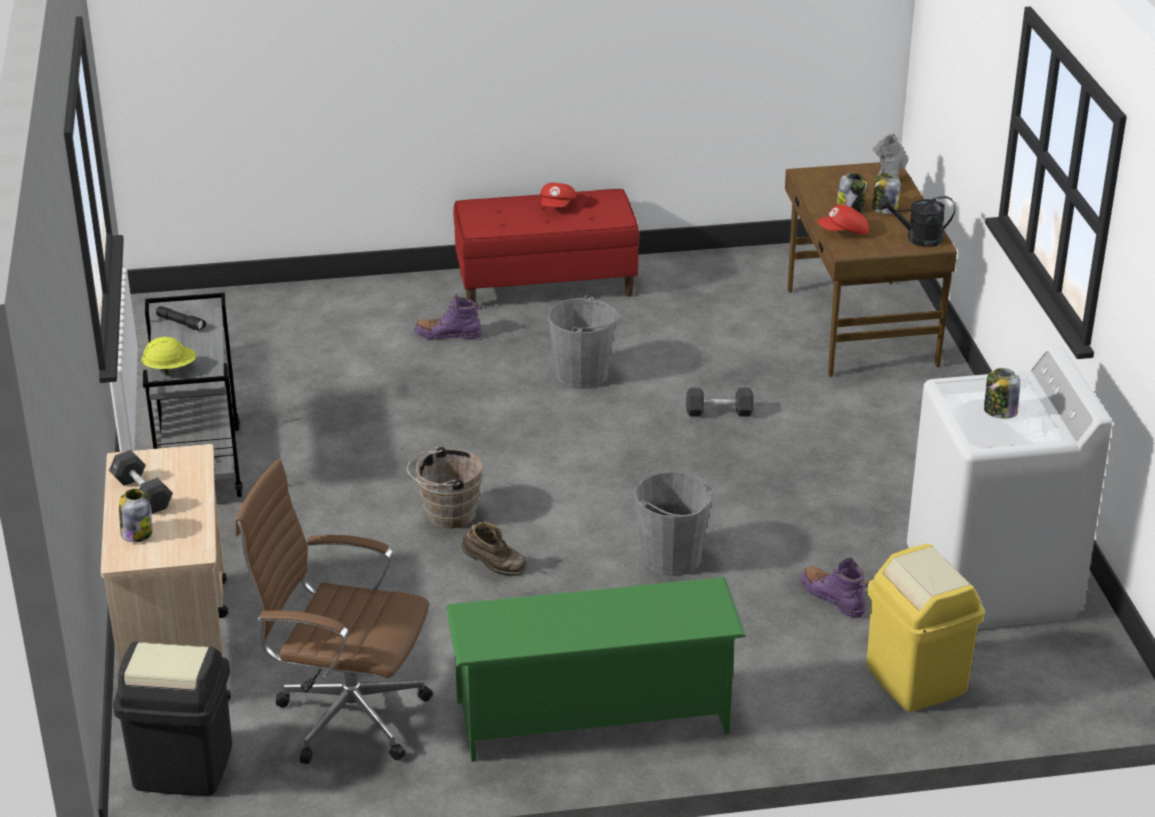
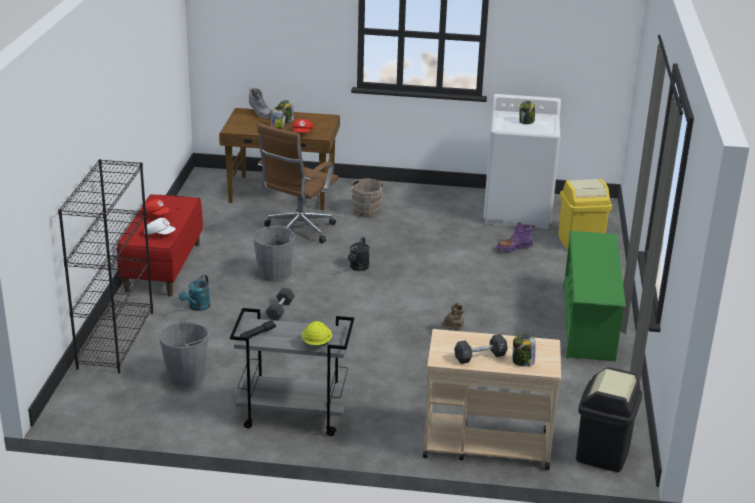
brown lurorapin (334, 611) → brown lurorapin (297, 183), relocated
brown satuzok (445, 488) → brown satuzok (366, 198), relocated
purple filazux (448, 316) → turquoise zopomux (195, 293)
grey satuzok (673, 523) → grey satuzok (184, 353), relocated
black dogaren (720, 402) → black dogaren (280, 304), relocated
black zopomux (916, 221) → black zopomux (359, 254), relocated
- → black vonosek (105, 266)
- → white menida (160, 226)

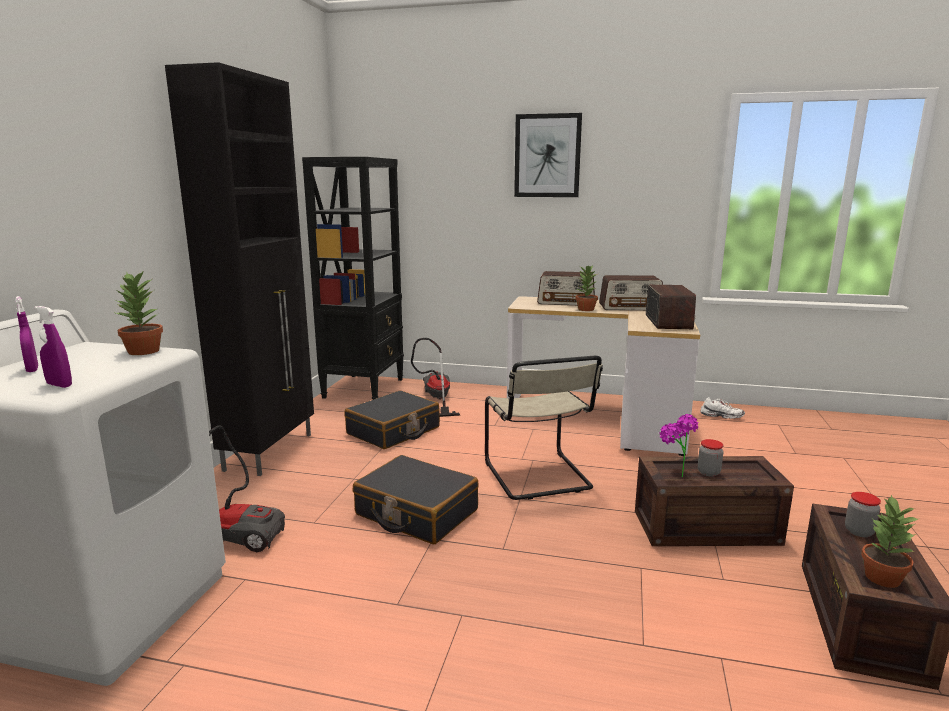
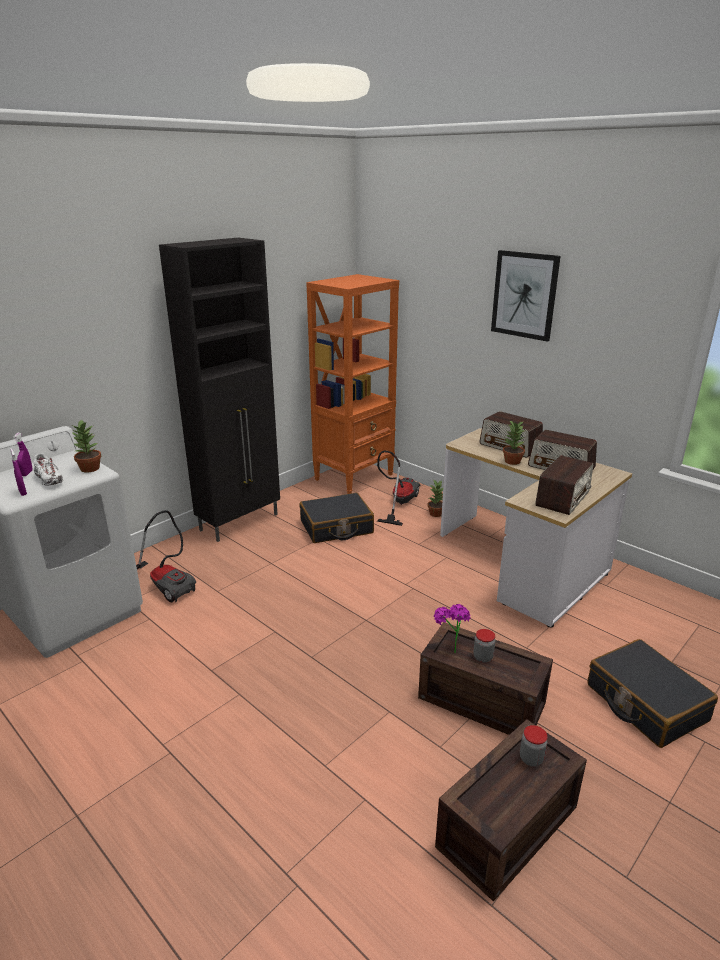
black vonosek (353, 278) → orange vonosek (352, 384)
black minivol (416, 499) → black minivol (652, 693), relocated
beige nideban (544, 428) → -
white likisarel (722, 408) → white likisarel (48, 469), relocated
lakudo (890, 541) → lakudo (435, 498), relocated

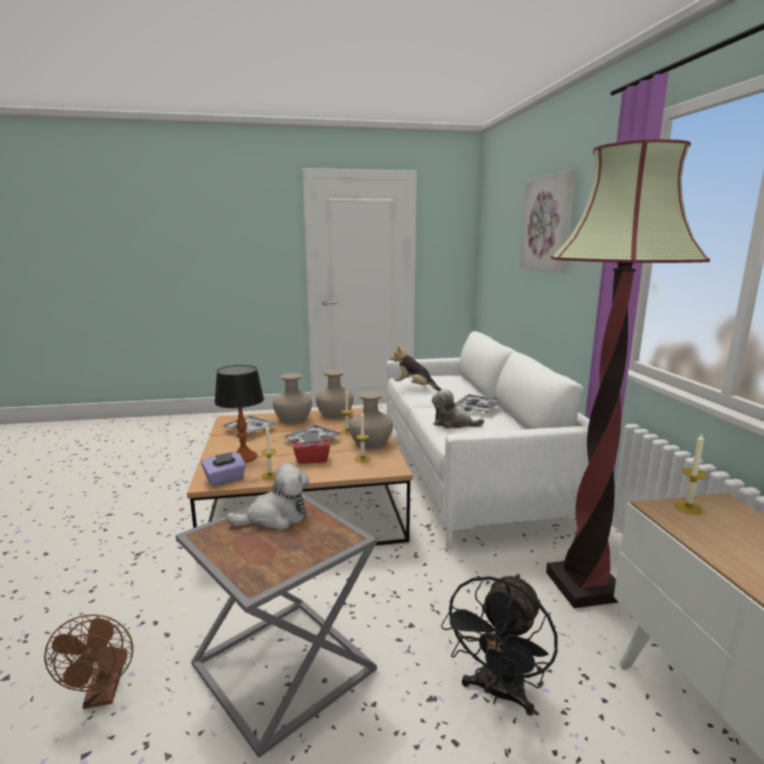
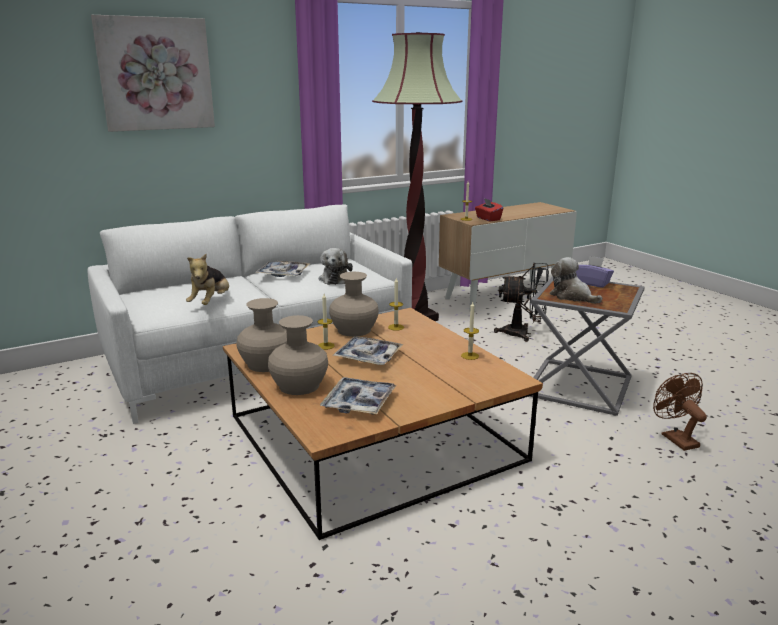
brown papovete (88, 662) → brown papovete (680, 412), 75 degrees counterclockwise
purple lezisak (223, 469) → purple lezisak (595, 272), relocated
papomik (239, 414) → -
red lezisak (311, 448) → red lezisak (489, 209), relocated

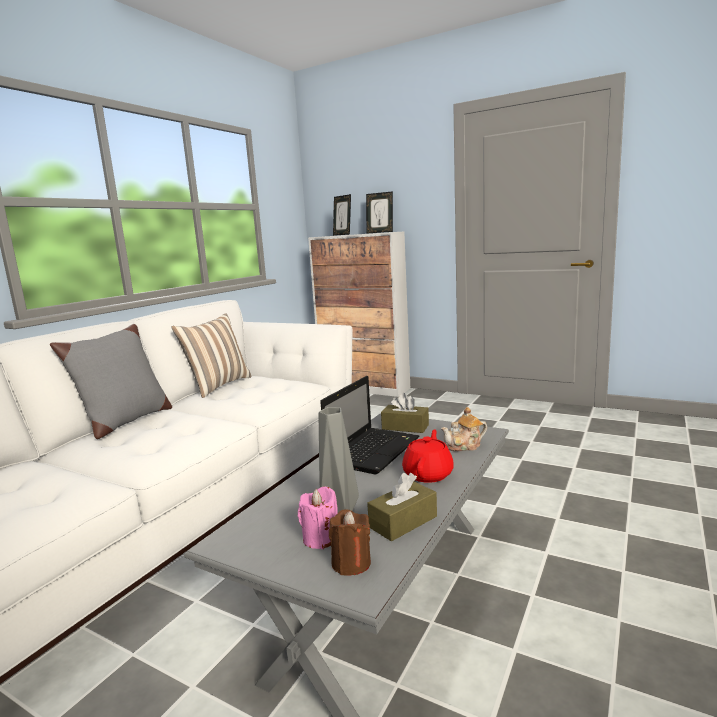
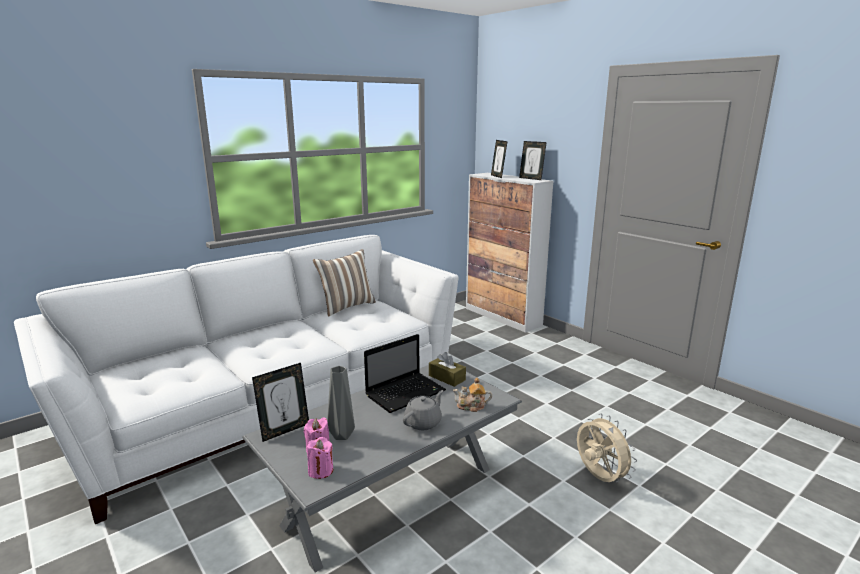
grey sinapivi (111, 381) → -
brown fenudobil (350, 542) → pink fenudobil (319, 458)
brown lezisak (402, 507) → -
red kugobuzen (428, 456) → grey kugobuzen (423, 410)
- → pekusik (280, 402)
- → beige papovete (607, 448)

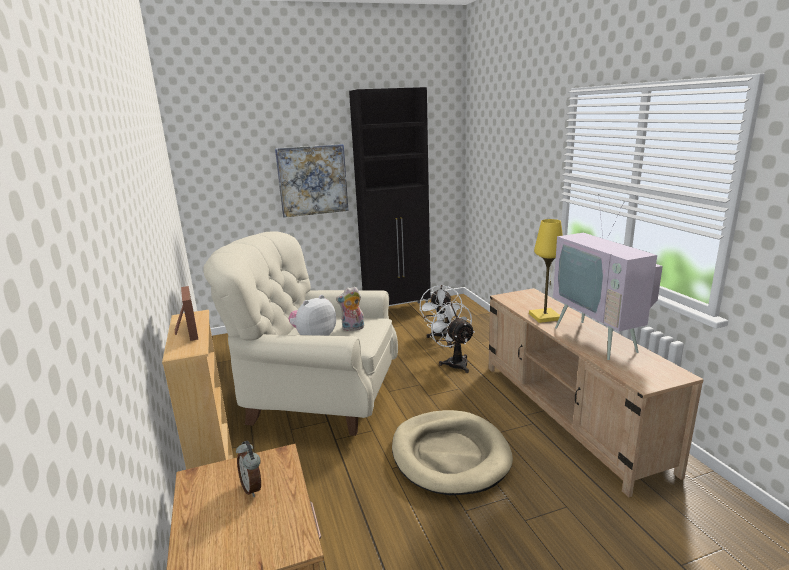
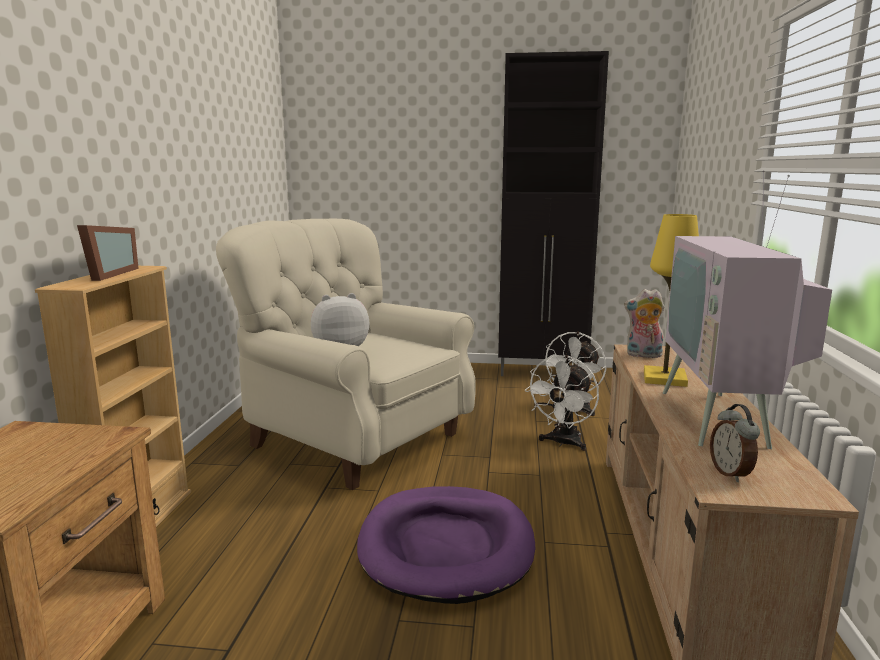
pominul (248, 469) → pominul (735, 443), relocated
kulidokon (311, 181) → -
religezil (350, 308) → religezil (644, 323), relocated
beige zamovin (452, 452) → purple zamovin (446, 545)
white papovete (451, 336) → white papovete (562, 403), 150 degrees counterclockwise

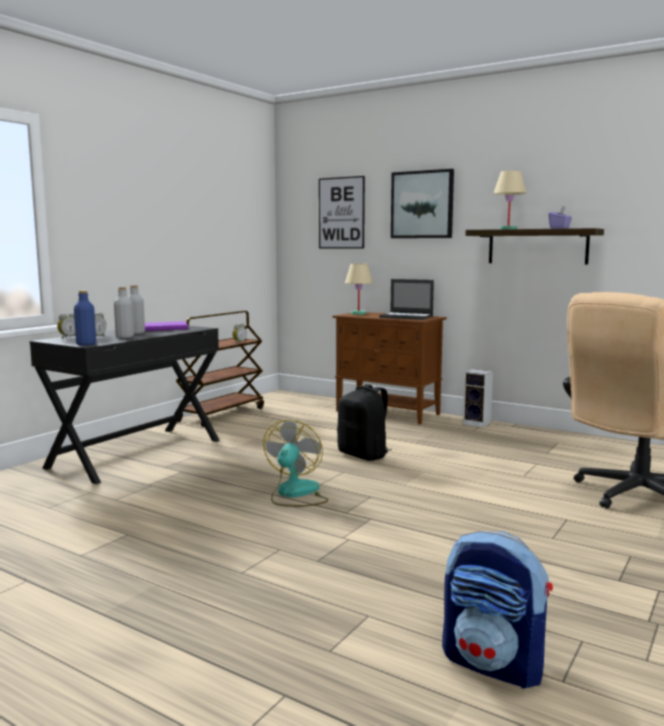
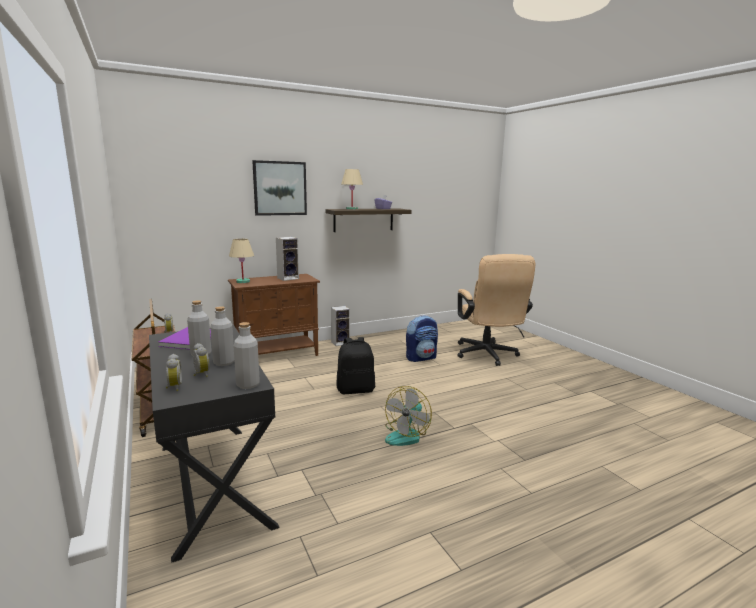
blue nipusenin (85, 318) → grey nipusenin (247, 355)
papovete (295, 463) → papovete (408, 416), 105 degrees counterclockwise
kulidokon (342, 212) → -
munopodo (406, 299) → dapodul (287, 259)
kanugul (497, 610) → kanugul (422, 338), relocated

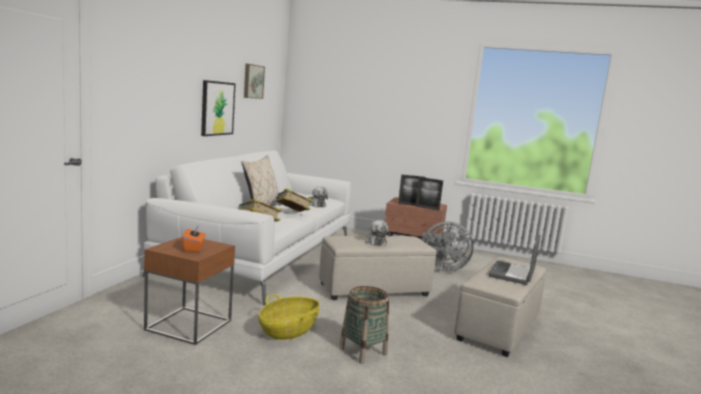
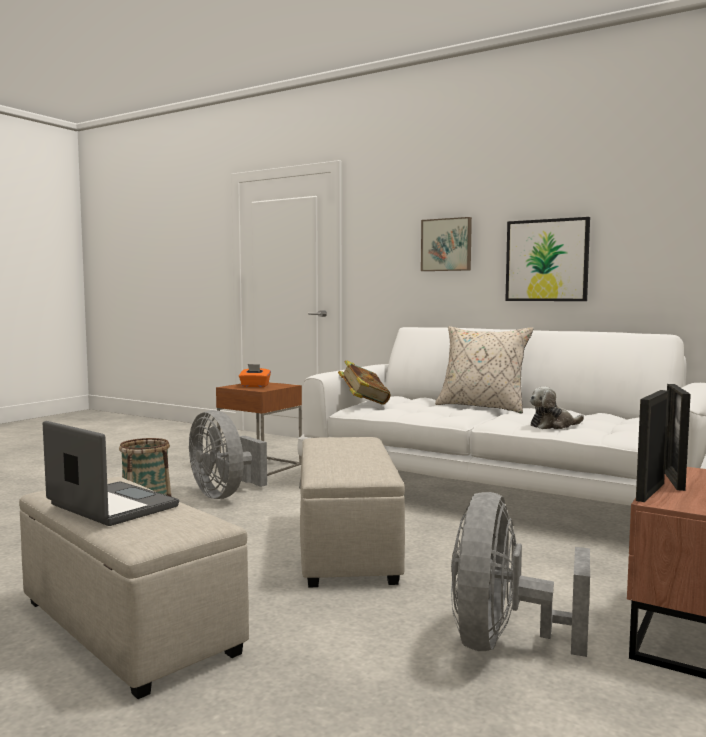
kulidokon (254, 81) → kulidokon (446, 244), relocated
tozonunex (289, 317) → grey papovete (228, 454)
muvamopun (294, 200) → -
religezil (377, 233) → -

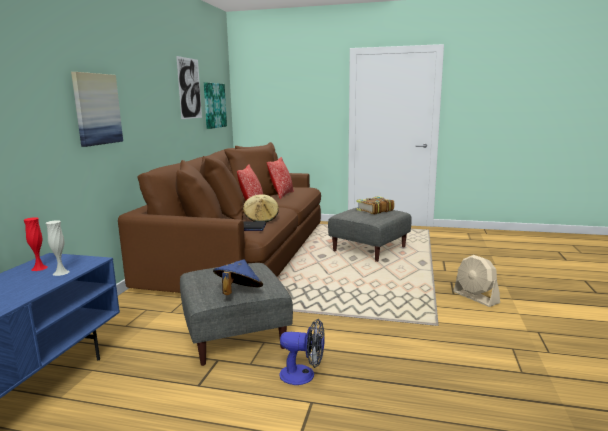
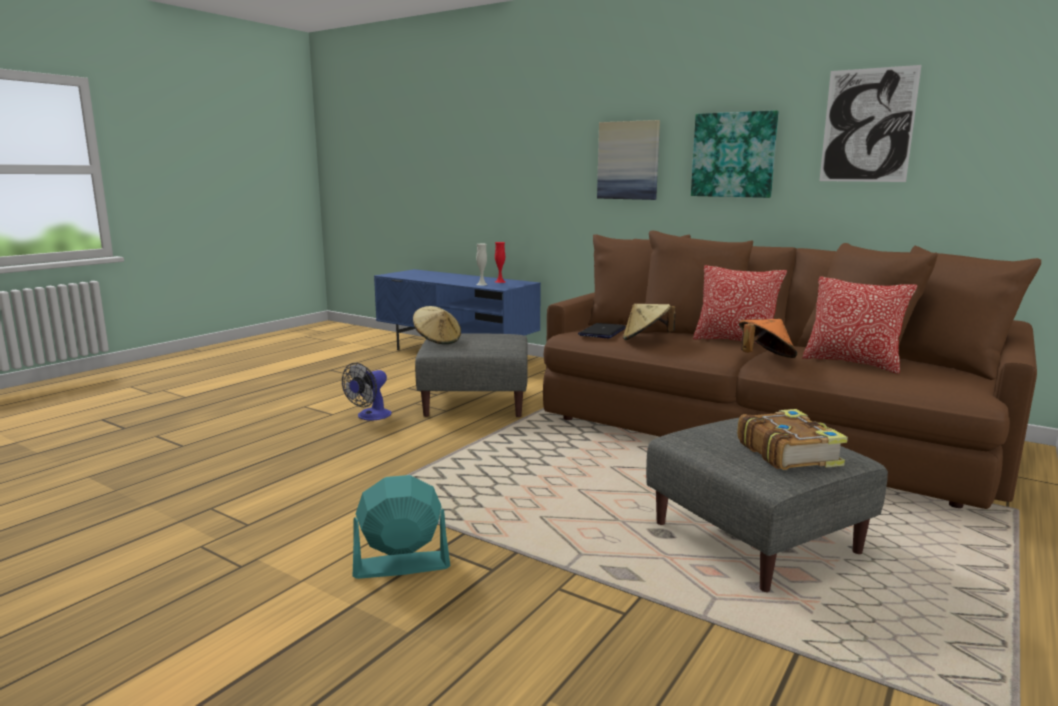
kulidokon (215, 105) → kulidokon (735, 154), relocated
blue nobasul (238, 277) → beige nobasul (437, 325)
beige papovete (476, 281) → turquoise papovete (402, 527)
- → orange nobasul (768, 338)

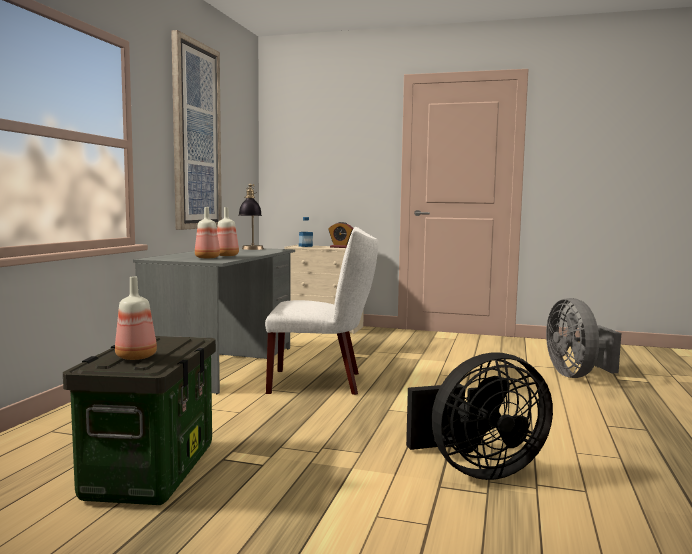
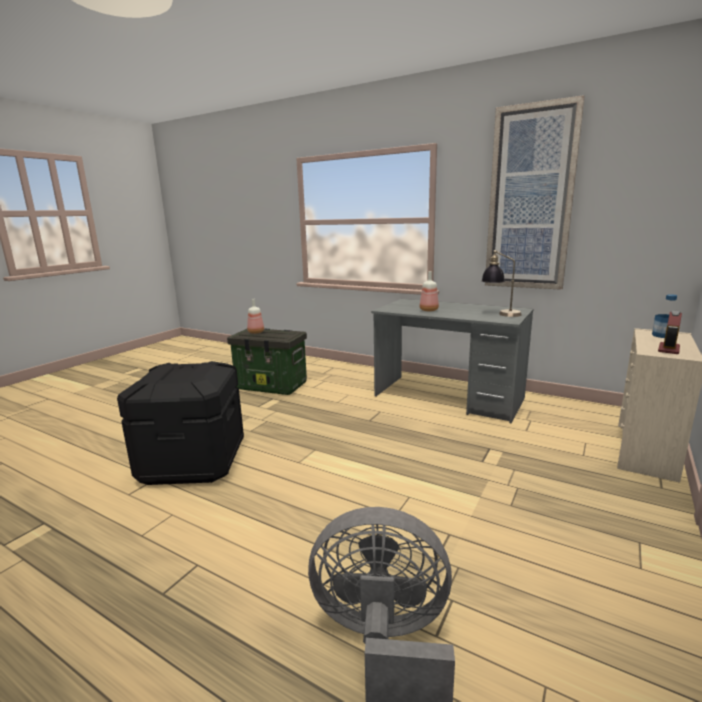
nipusenin (207, 233) → -
white nideban (322, 311) → -
black papovete (479, 416) → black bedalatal (180, 423)

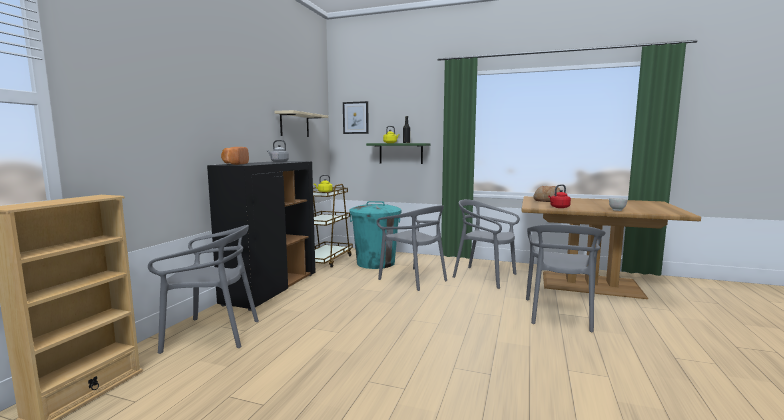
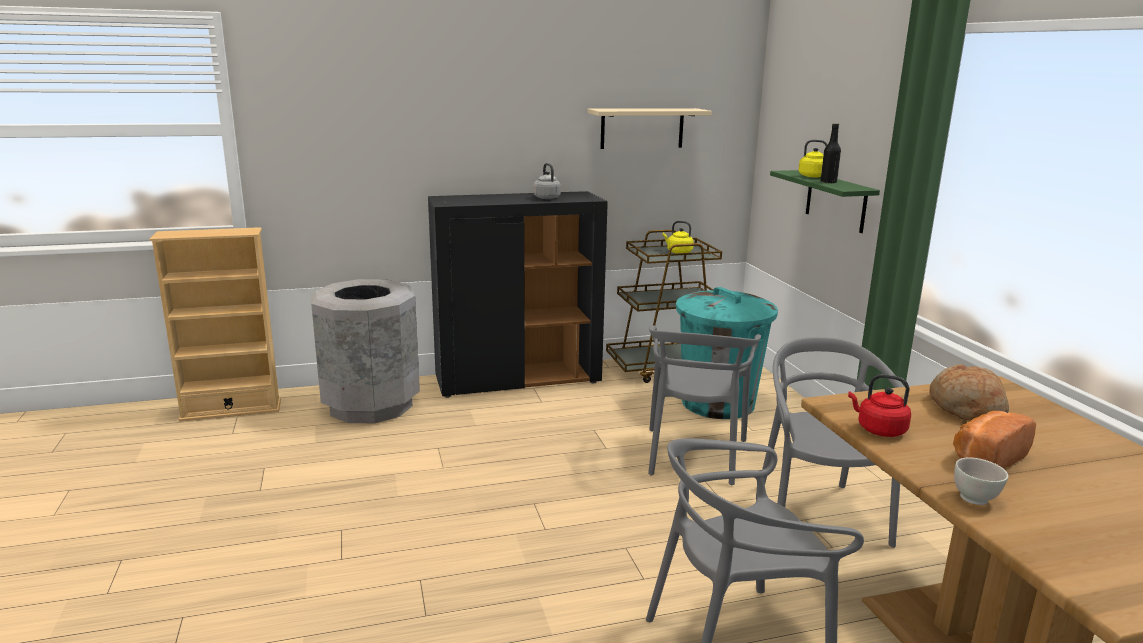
grey nideban (203, 289) → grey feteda (365, 351)
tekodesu (235, 156) → tekodesu (994, 440), relocated
kulidokon (356, 117) → -

